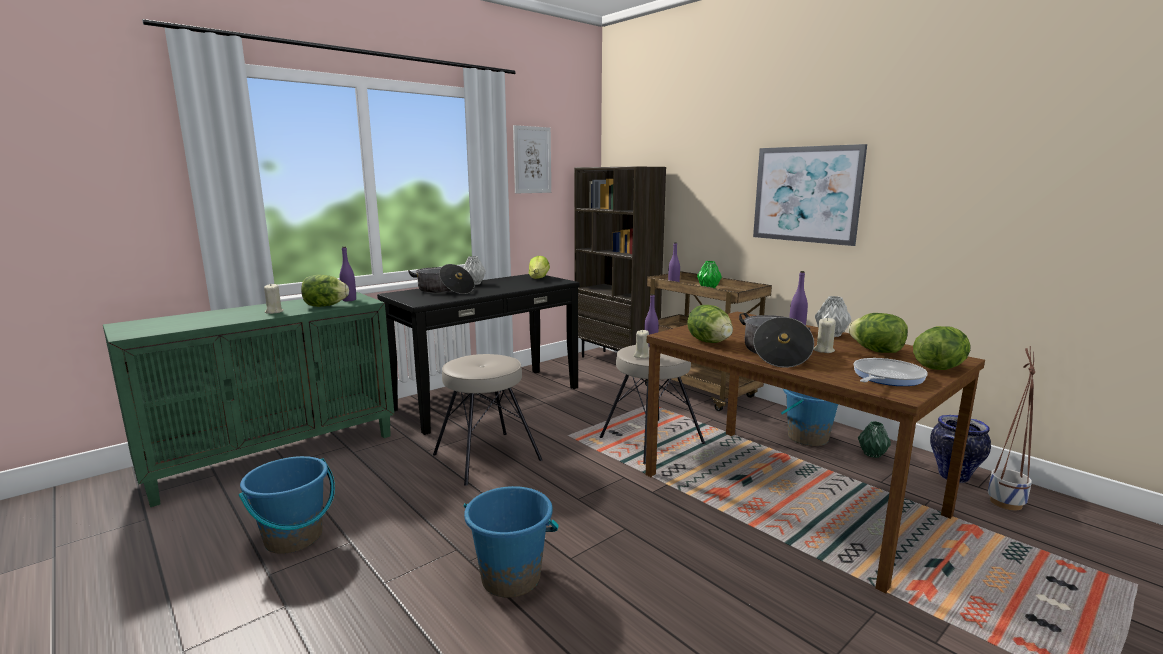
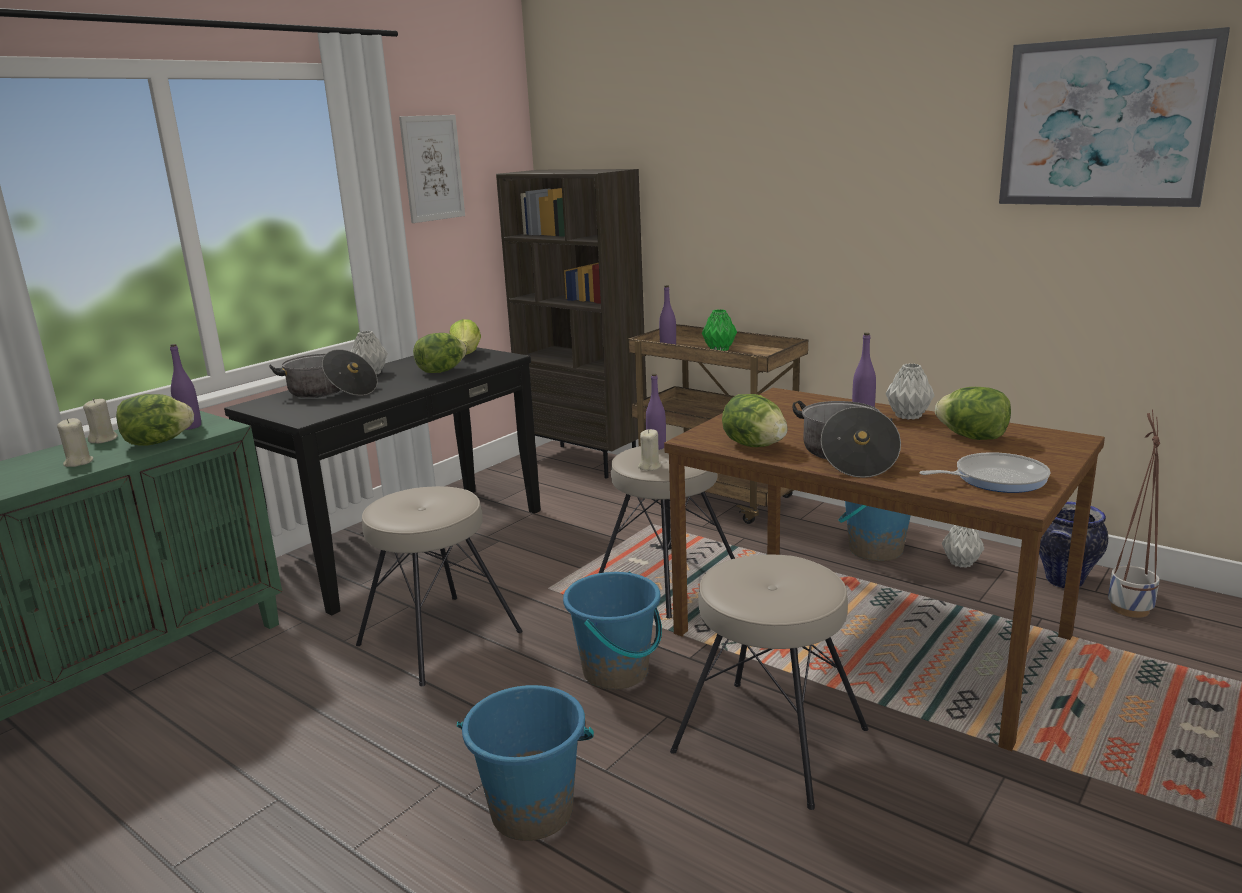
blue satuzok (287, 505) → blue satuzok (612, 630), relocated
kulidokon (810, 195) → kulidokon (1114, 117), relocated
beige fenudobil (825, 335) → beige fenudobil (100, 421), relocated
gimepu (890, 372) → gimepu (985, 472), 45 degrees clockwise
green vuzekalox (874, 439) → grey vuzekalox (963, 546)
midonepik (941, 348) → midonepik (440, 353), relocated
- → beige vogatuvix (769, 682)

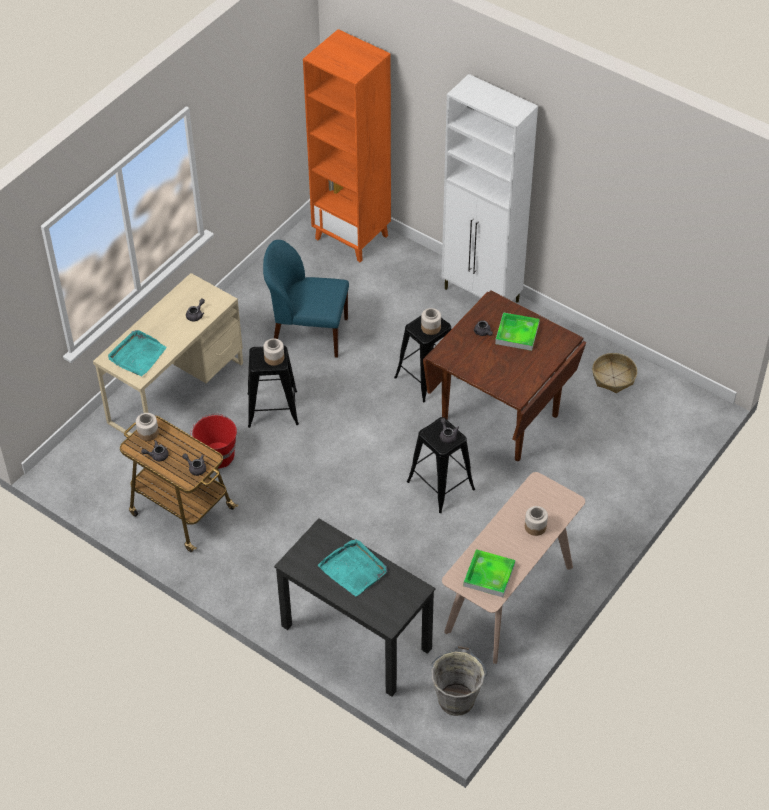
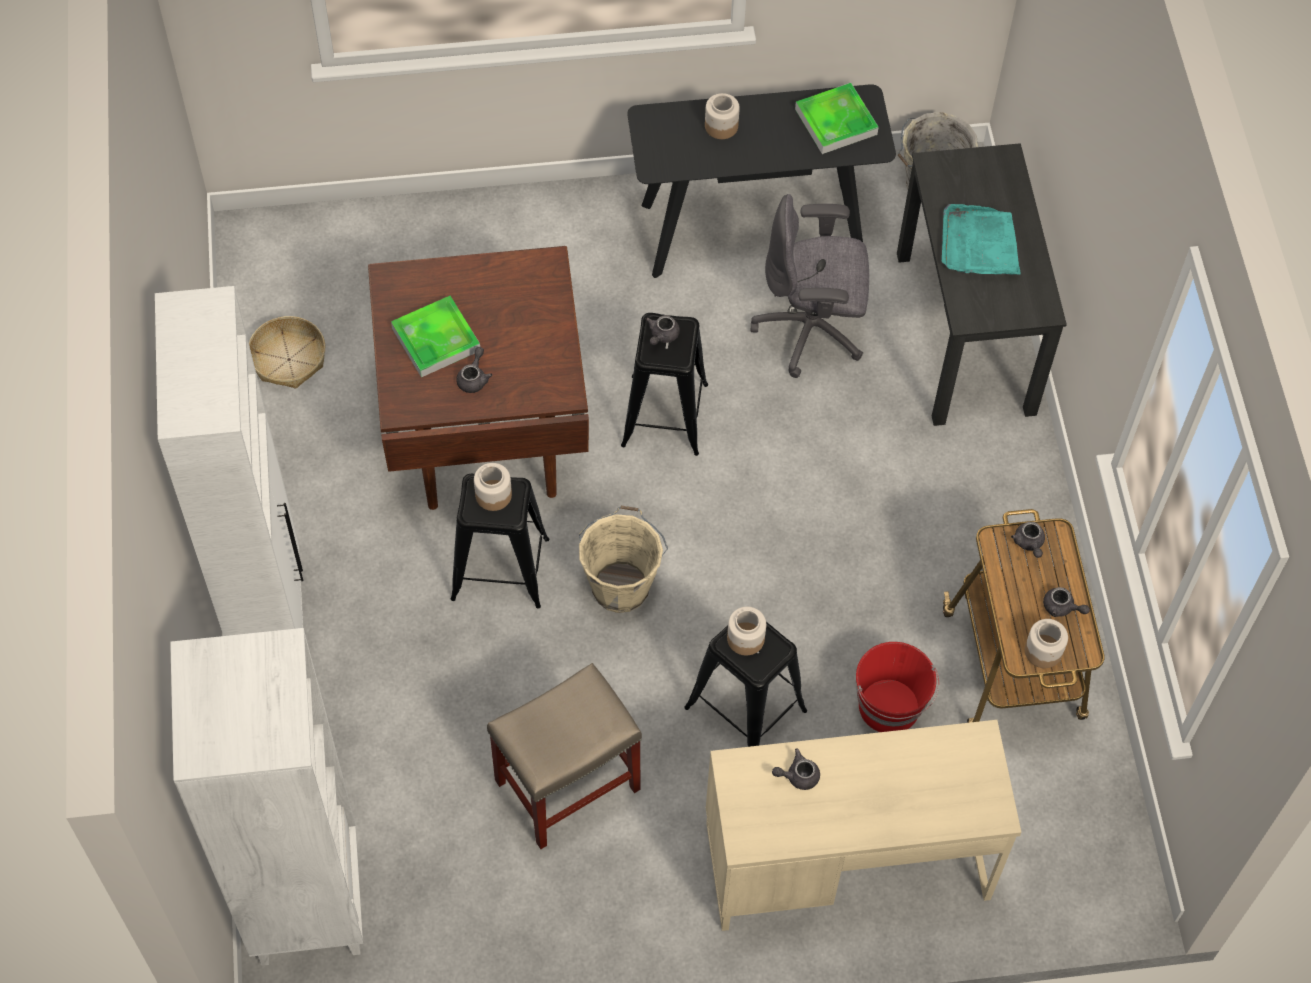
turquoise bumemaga (137, 353) → -
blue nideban (306, 299) → beige vogatuvix (564, 756)
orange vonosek (347, 146) → white vonosek (266, 797)
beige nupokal (513, 568) → black nupokal (761, 181)
- → beige satuzok (623, 559)
- → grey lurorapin (809, 286)

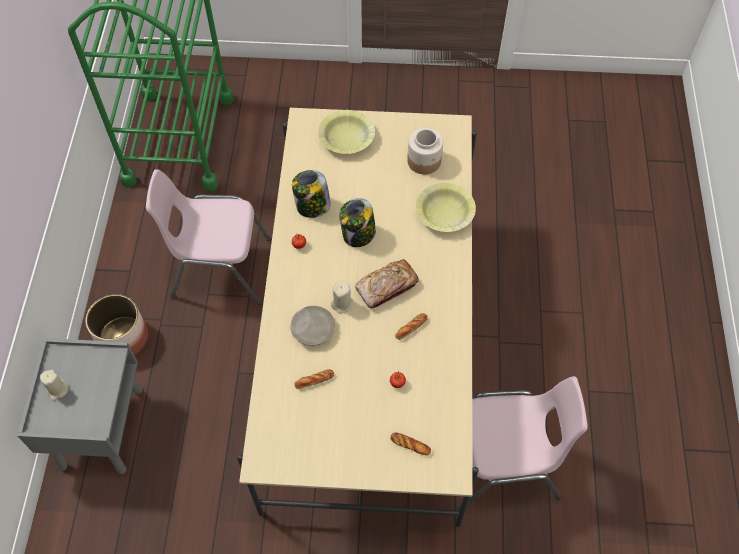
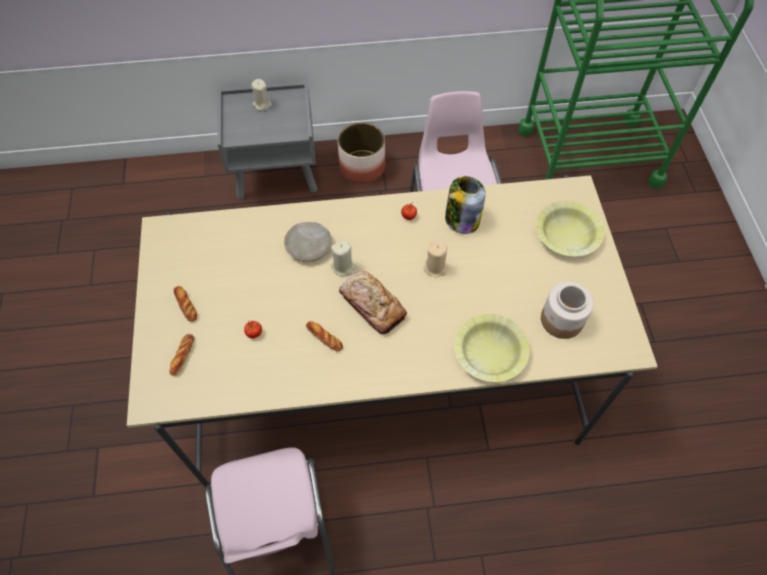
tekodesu (314, 379) → tekodesu (185, 304), relocated
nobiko (357, 222) → beige fenudobil (436, 259)

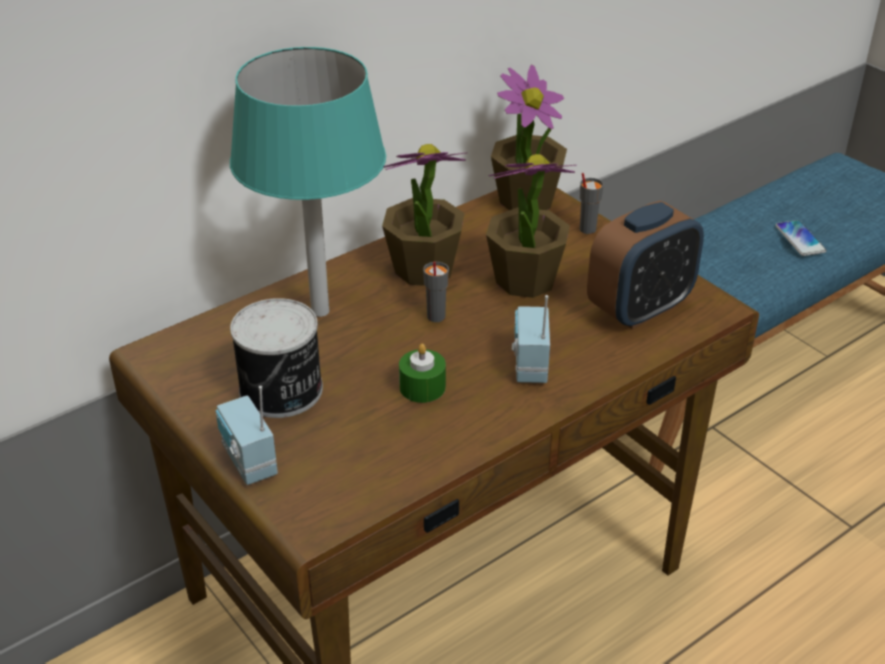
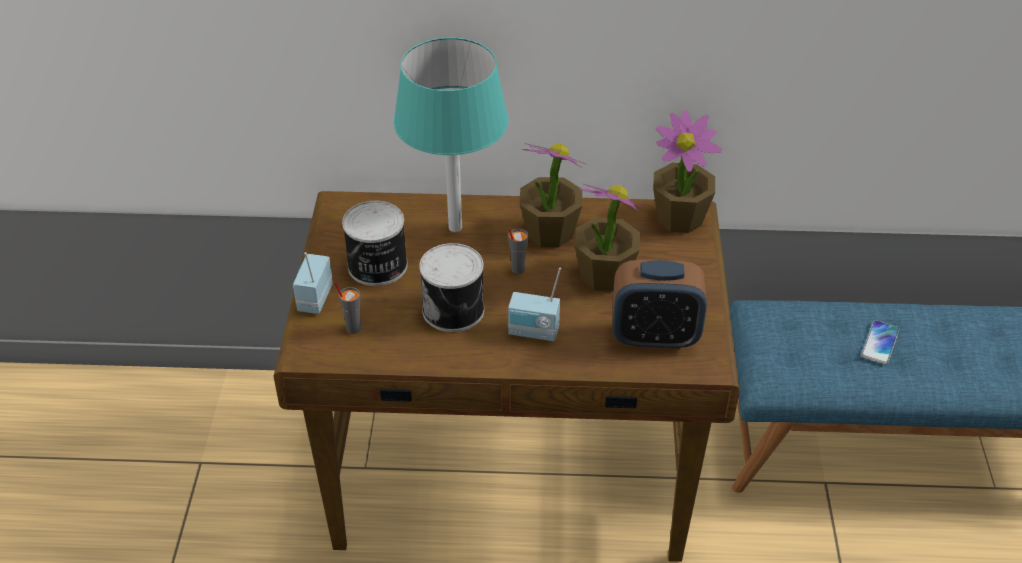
green fenudobil (422, 373) → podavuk (451, 287)
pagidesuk (531, 339) → pagidesuk (534, 304), 120 degrees counterclockwise
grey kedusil (592, 203) → grey kedusil (347, 308), relocated
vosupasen (801, 238) → vosupasen (880, 342), relocated

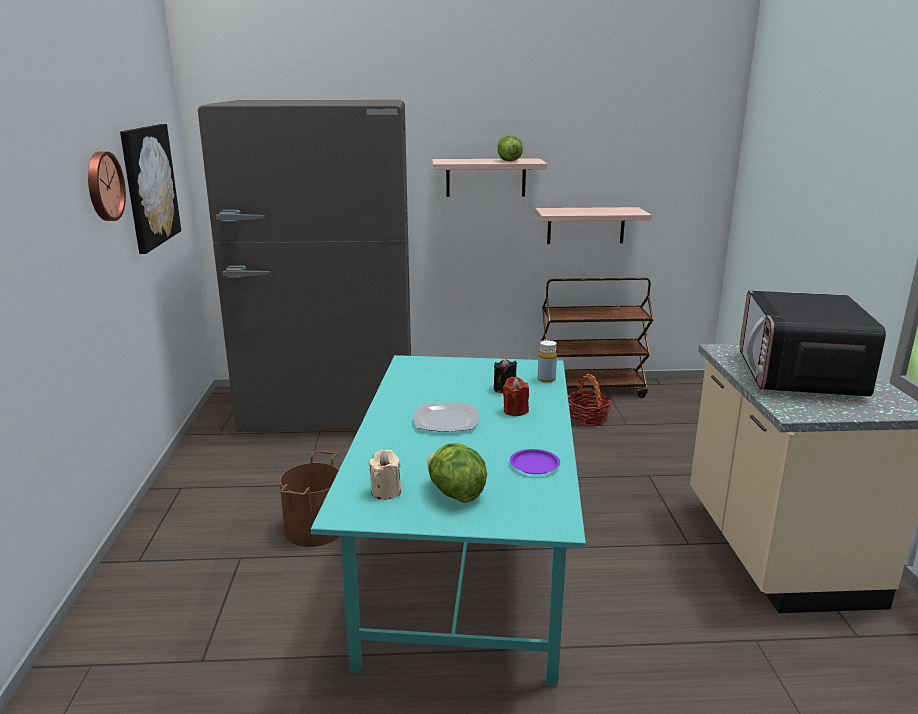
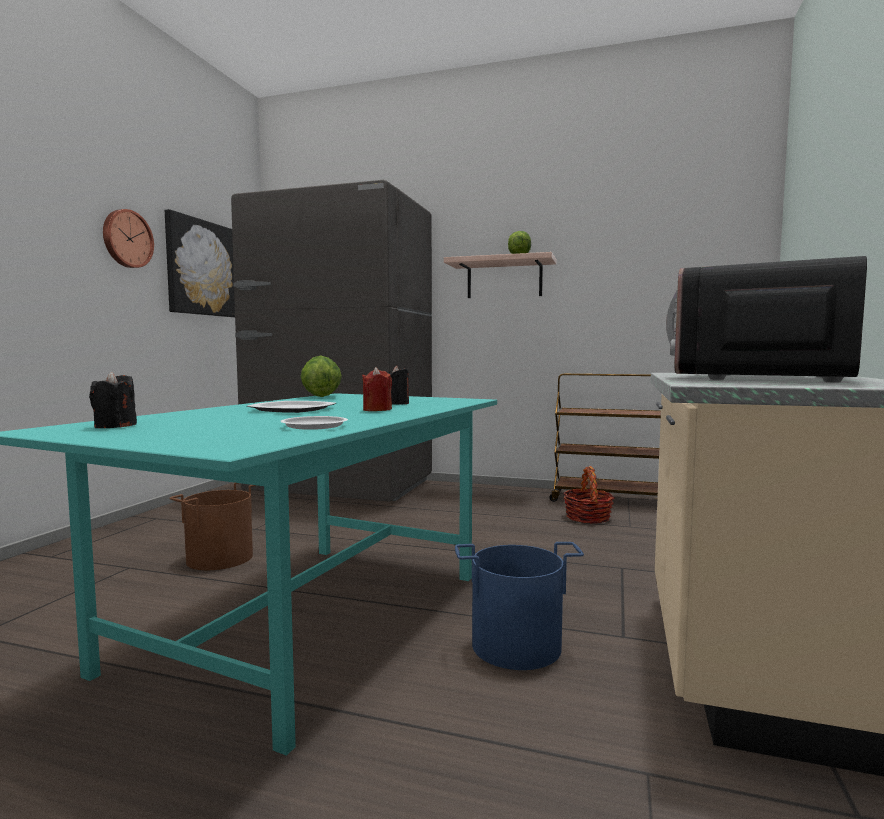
beige fenudobil (385, 474) → black fenudobil (113, 400)
midonepik (457, 473) → midonepik (321, 376), relocated
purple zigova (535, 461) → white zigova (314, 423)
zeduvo (593, 225) → -
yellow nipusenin (547, 361) → -
- → blue satuzok (519, 606)

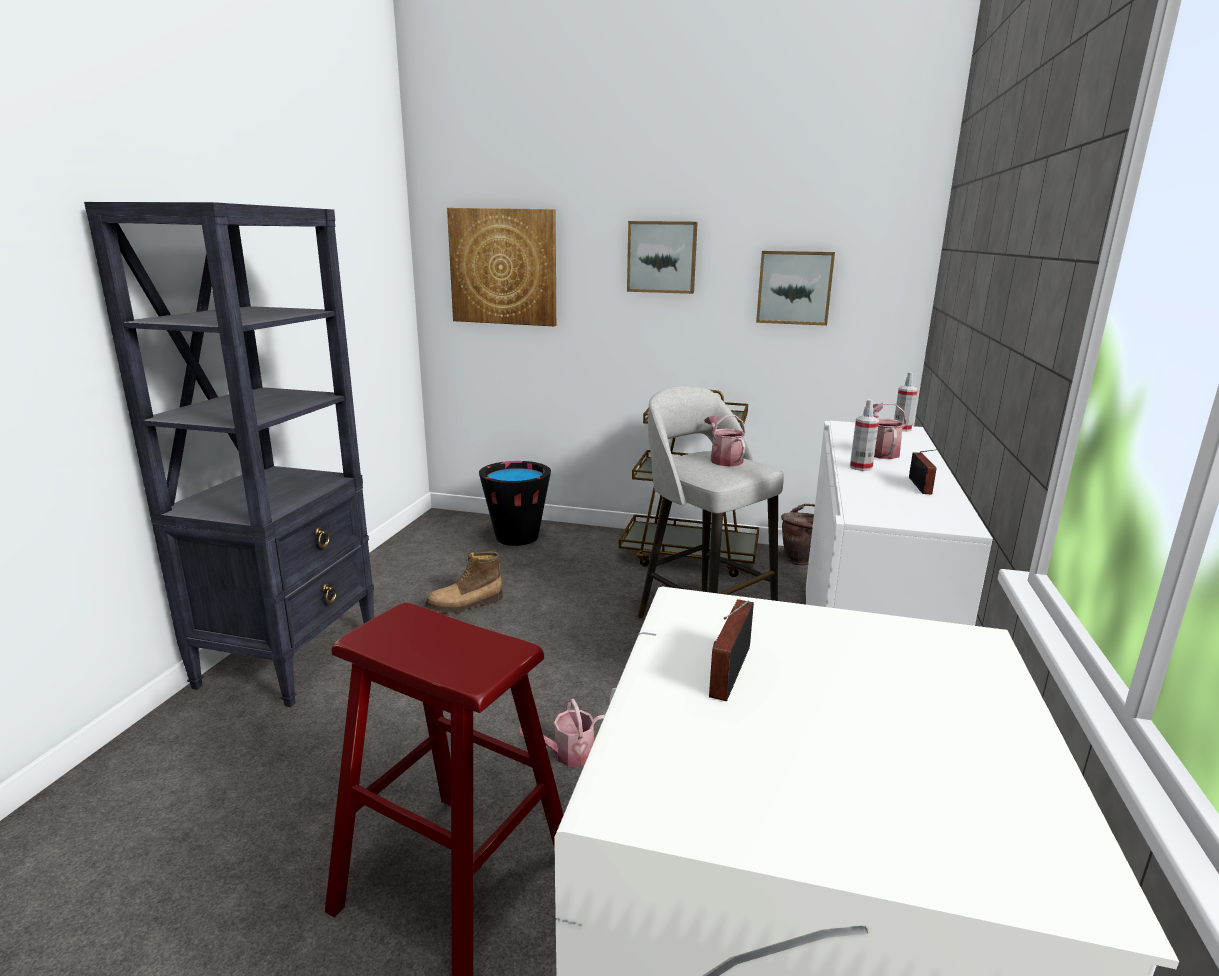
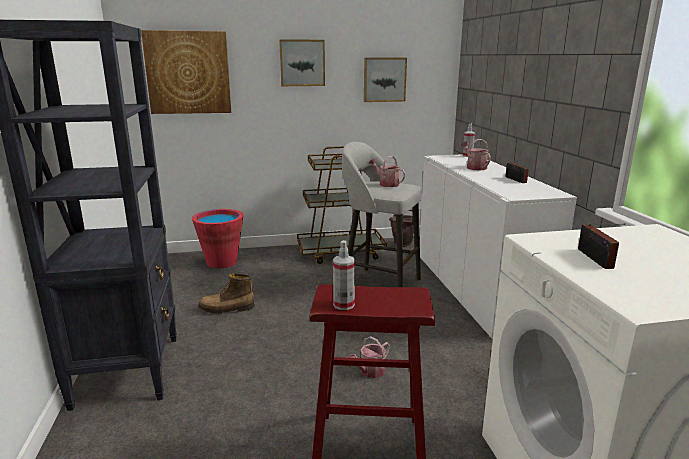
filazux (464, 582) → filazux (226, 293), 45 degrees clockwise
black satuzok (515, 503) → red satuzok (217, 238)
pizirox (864, 435) → pizirox (344, 275), relocated

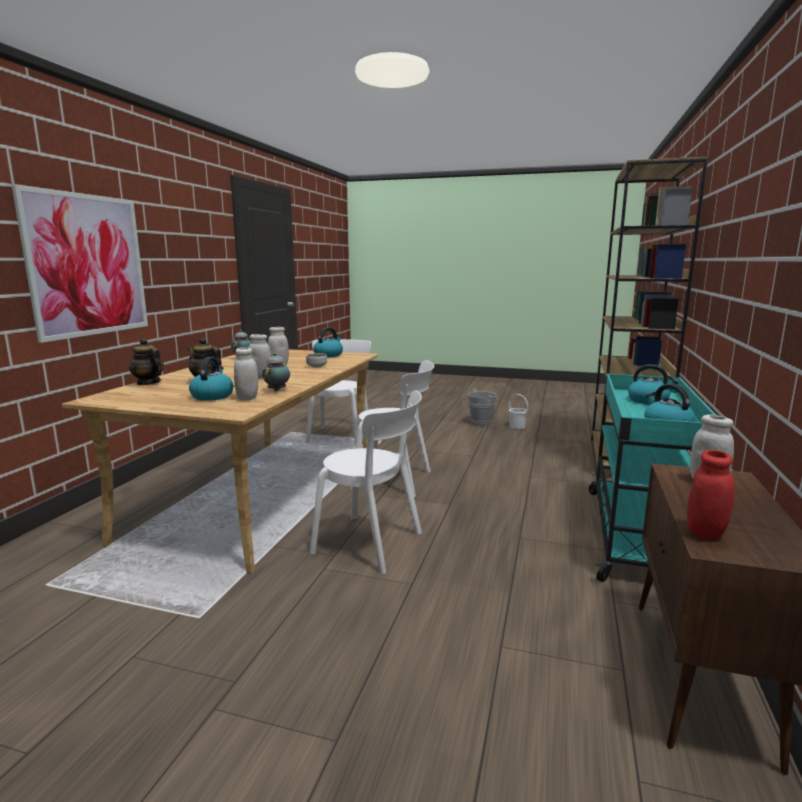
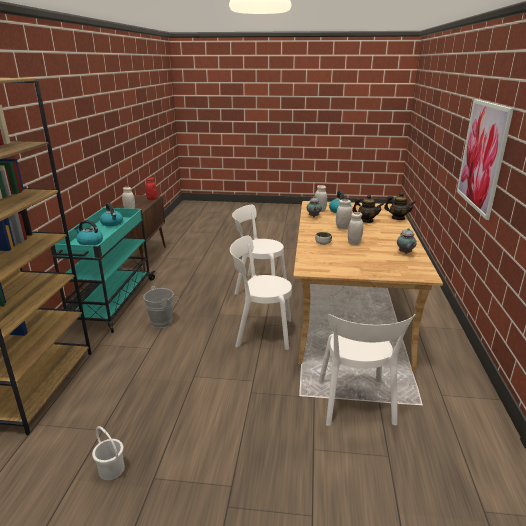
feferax (328, 342) → -
grey satuzok (480, 408) → grey satuzok (161, 307), relocated

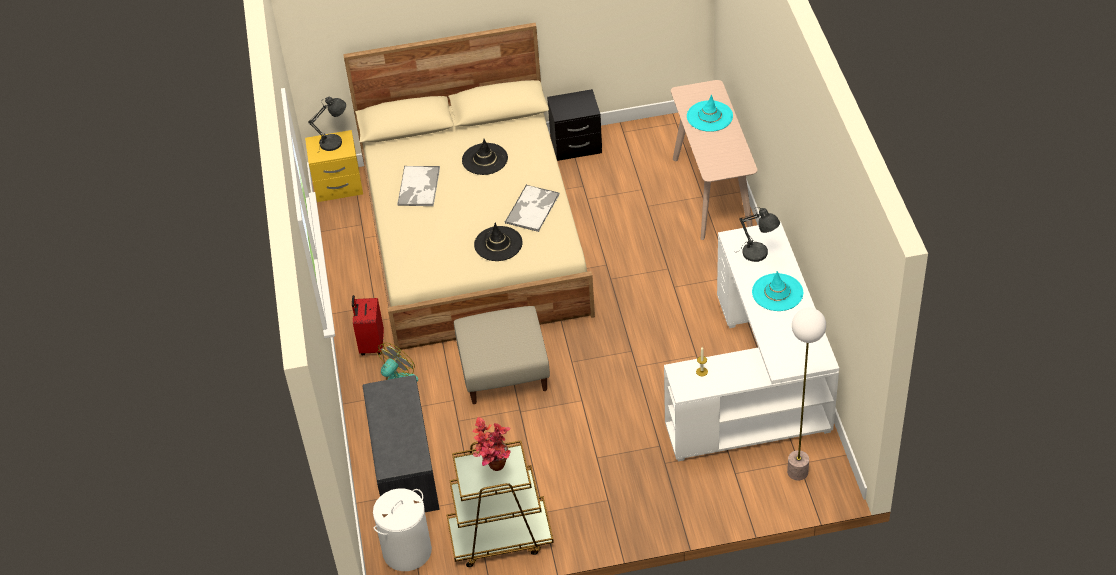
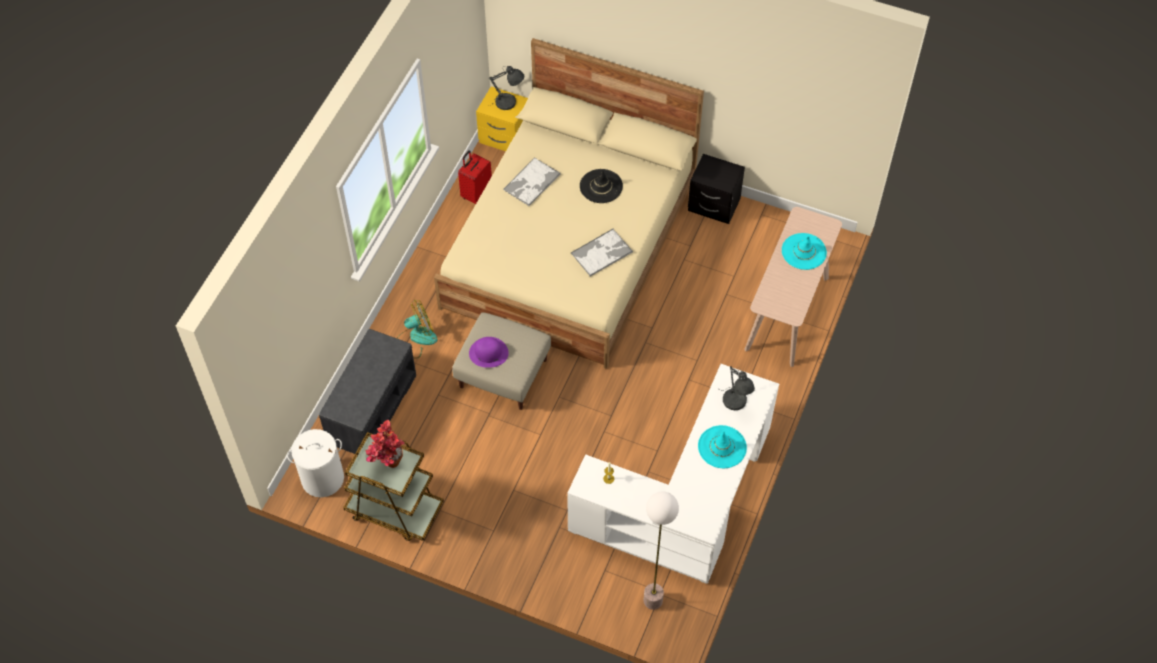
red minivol (368, 325) → red minivol (475, 177), relocated
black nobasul (498, 242) → -
- → purple nobasul (489, 352)

